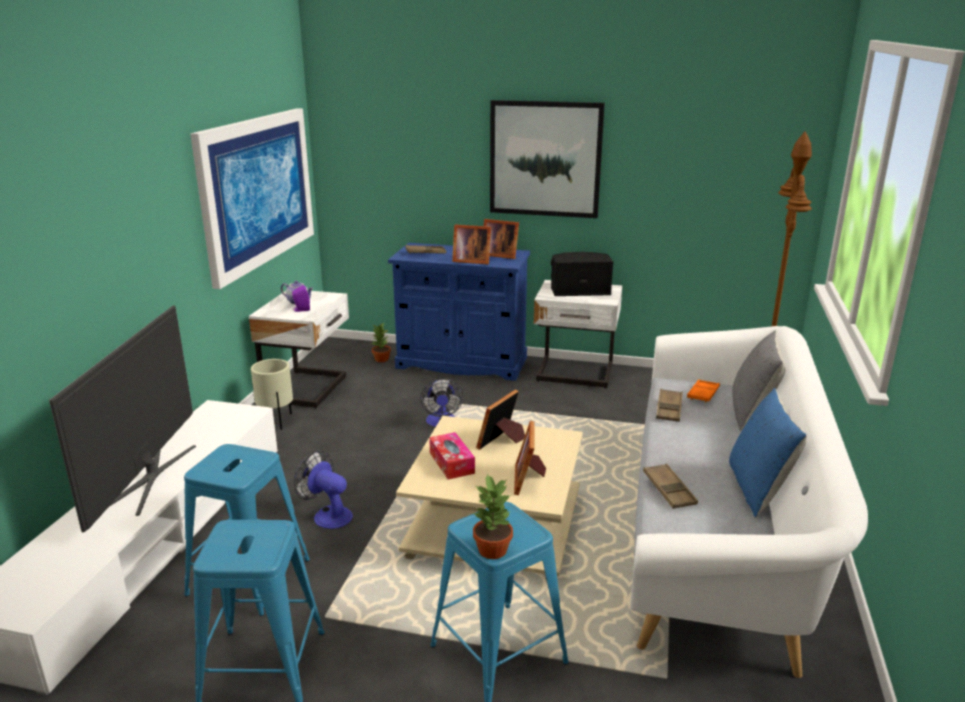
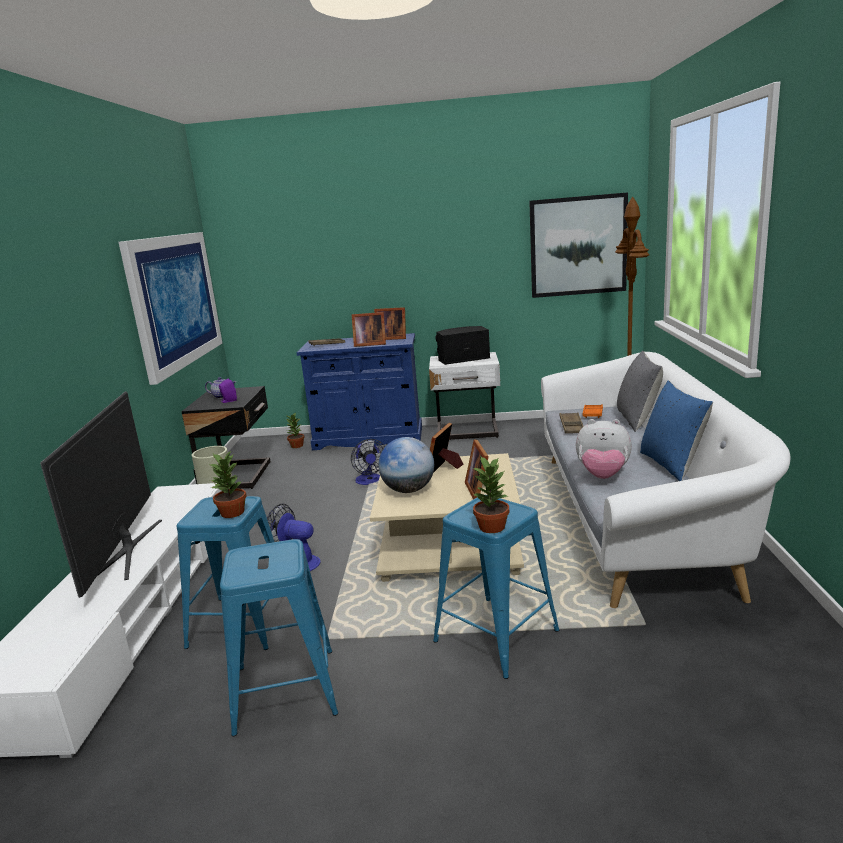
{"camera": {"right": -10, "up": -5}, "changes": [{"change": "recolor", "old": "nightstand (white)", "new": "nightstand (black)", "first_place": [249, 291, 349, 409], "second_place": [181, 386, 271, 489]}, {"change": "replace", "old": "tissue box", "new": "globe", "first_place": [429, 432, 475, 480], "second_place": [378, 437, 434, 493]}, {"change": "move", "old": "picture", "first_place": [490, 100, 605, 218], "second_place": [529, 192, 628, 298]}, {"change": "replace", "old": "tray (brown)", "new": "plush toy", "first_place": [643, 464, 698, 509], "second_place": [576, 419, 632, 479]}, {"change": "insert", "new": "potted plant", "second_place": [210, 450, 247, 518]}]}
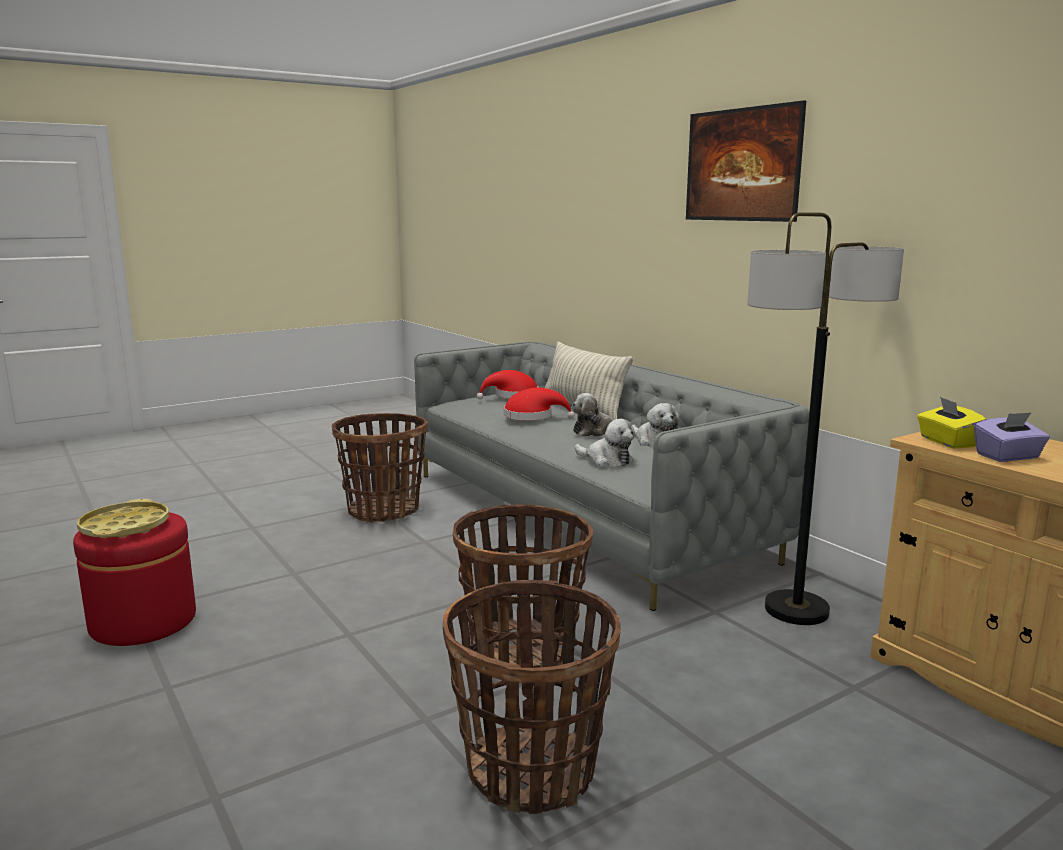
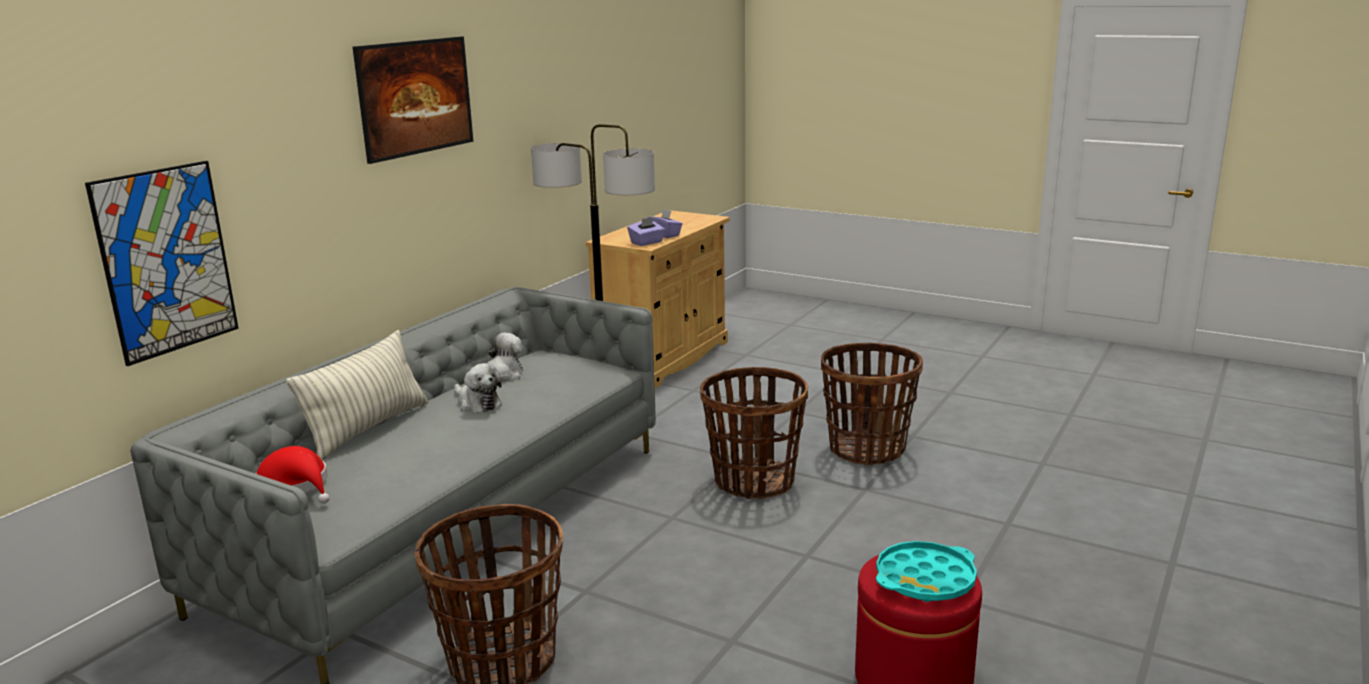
{"camera": {"right": -115, "up": 5}, "changes": [{"change": "recolor", "old": "tray (yellow)", "new": "tray (turquoise)", "first_place": [77, 499, 169, 538], "second_place": [876, 541, 977, 602]}, {"change": "delete", "old": "hat (red)", "first_place": [504, 388, 574, 420]}, {"change": "delete", "old": "plush toy", "first_place": [575, 419, 635, 467]}, {"change": "recolor", "old": "tissue box (yellow)", "new": "tissue box (purple)", "first_place": [917, 397, 987, 449], "second_place": [627, 217, 665, 246]}, {"change": "insert", "new": "picture", "second_place": [85, 161, 239, 366]}]}
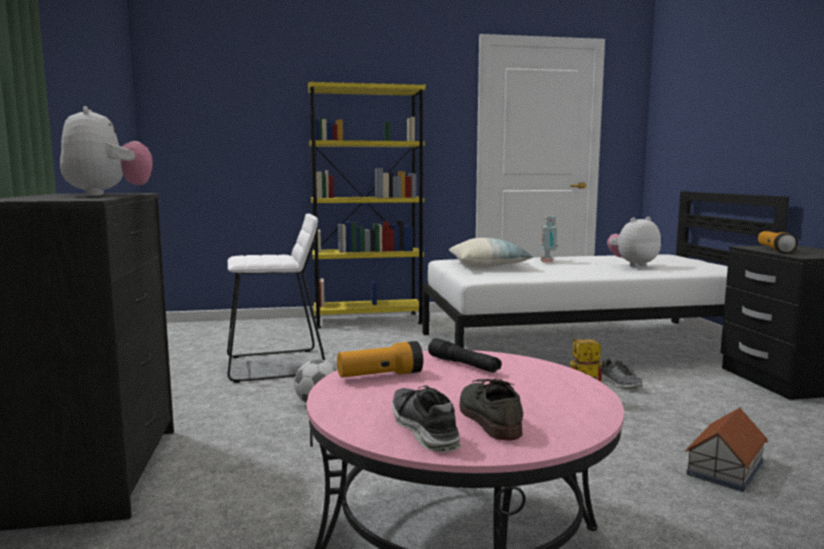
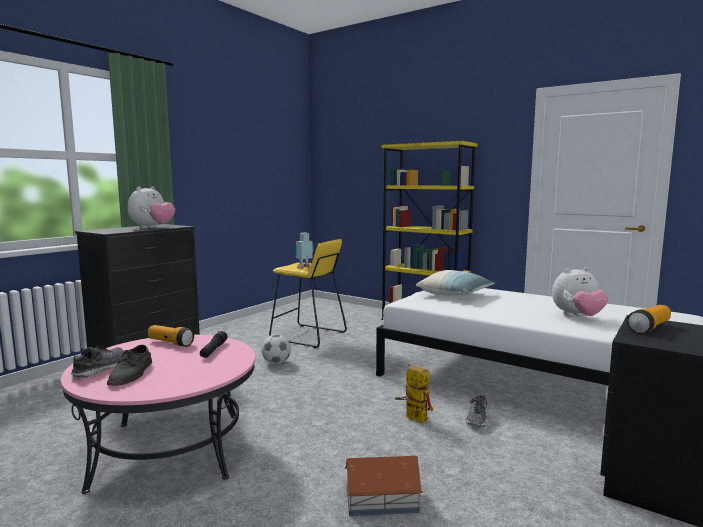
{"camera": {"right": 45, "up": 0}, "changes": [{"change": "recolor", "old": "stool (white)", "new": "stool (yellow)", "first_place": [227, 213, 325, 383], "second_place": [269, 239, 347, 348]}, {"change": "rotate", "old": "shoe (grey)", "first_place": [460, 379, 523, 441], "second_place": [107, 345, 152, 386], "degrees": 150}, {"change": "move", "old": "toy robot", "first_place": [540, 215, 558, 262], "second_place": [296, 233, 314, 268]}, {"change": "rotate", "old": "plush toy", "first_place": [607, 217, 661, 267], "second_place": [552, 267, 608, 316], "degrees": 150}]}
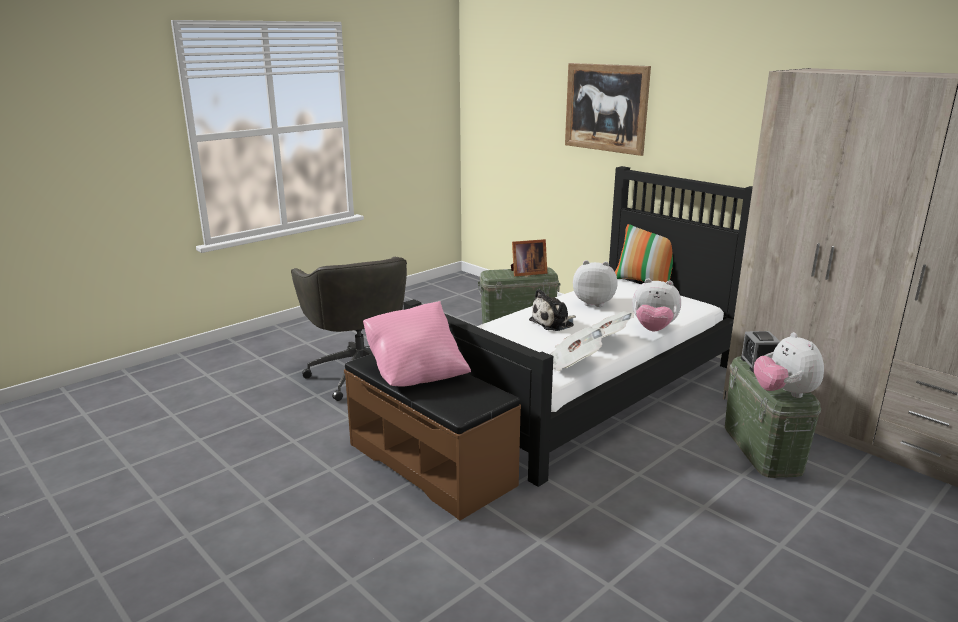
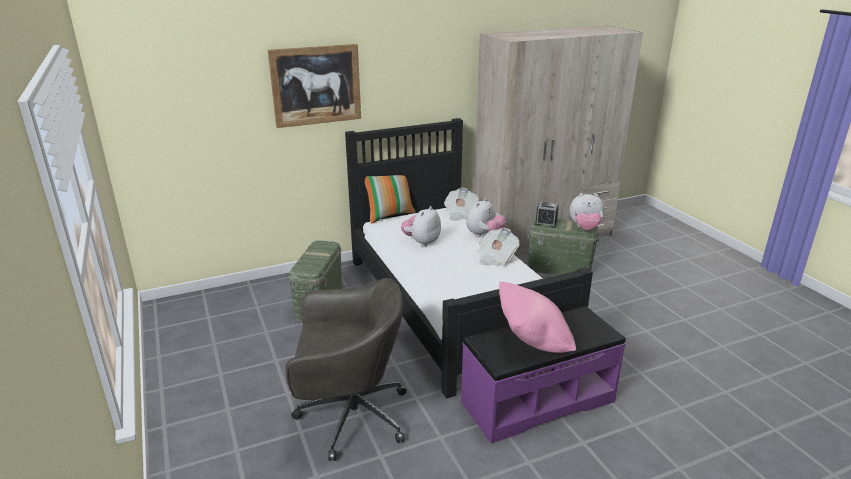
{"camera": {"right": -70, "up": 5}, "changes": [{"change": "recolor", "old": "bench (brown)", "new": "bench (purple)", "first_place": [344, 354, 521, 521], "second_place": [461, 306, 626, 444]}, {"change": "delete", "old": "picture frame", "first_place": [511, 239, 547, 276]}, {"change": "delete", "old": "plush toy", "first_place": [529, 289, 576, 331]}, {"change": "move", "old": "newspaper", "first_place": [550, 327, 605, 371], "second_place": [444, 188, 479, 221]}]}
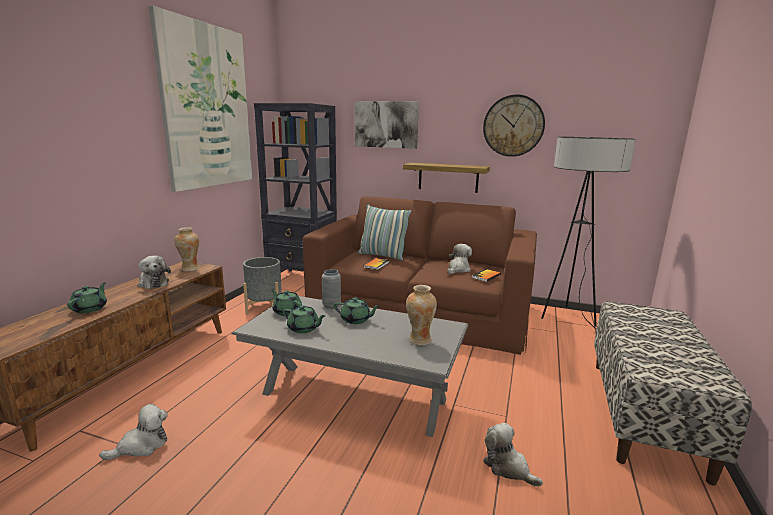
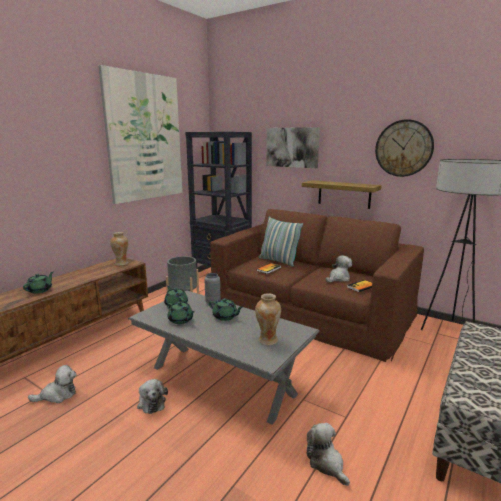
{"camera": {"right": 15, "up": 0}, "changes": [{"change": "move", "old": "plush toy", "first_place": [138, 256, 171, 289], "second_place": [137, 379, 168, 414]}]}
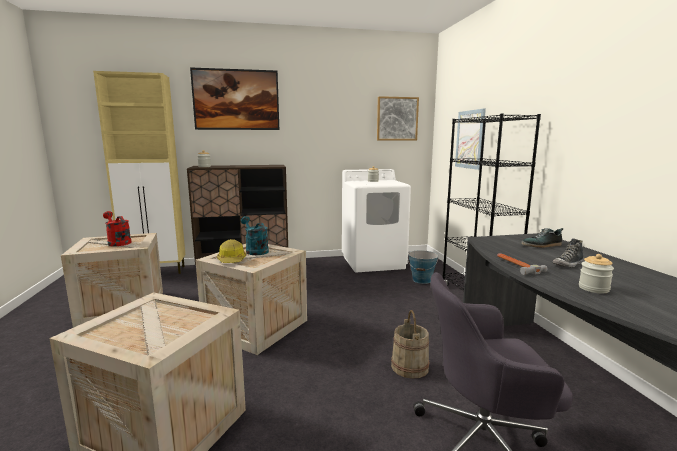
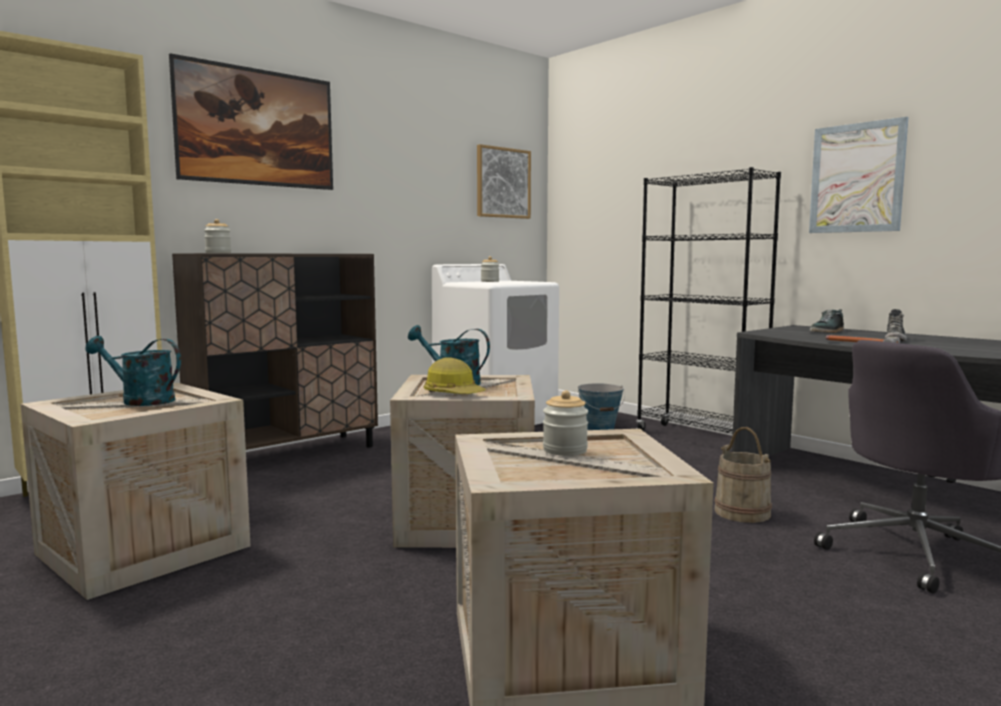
{"camera": {"right": -30, "up": -5}, "changes": [{"change": "recolor", "old": "watering can (red)", "new": "watering can (turquoise)", "first_place": [103, 211, 131, 246], "second_place": [86, 336, 181, 406]}, {"change": "move", "old": "picture", "first_place": [455, 109, 486, 170], "second_place": [809, 117, 908, 233]}, {"change": "move", "old": "jar", "first_place": [579, 254, 614, 293], "second_place": [543, 390, 588, 456]}]}
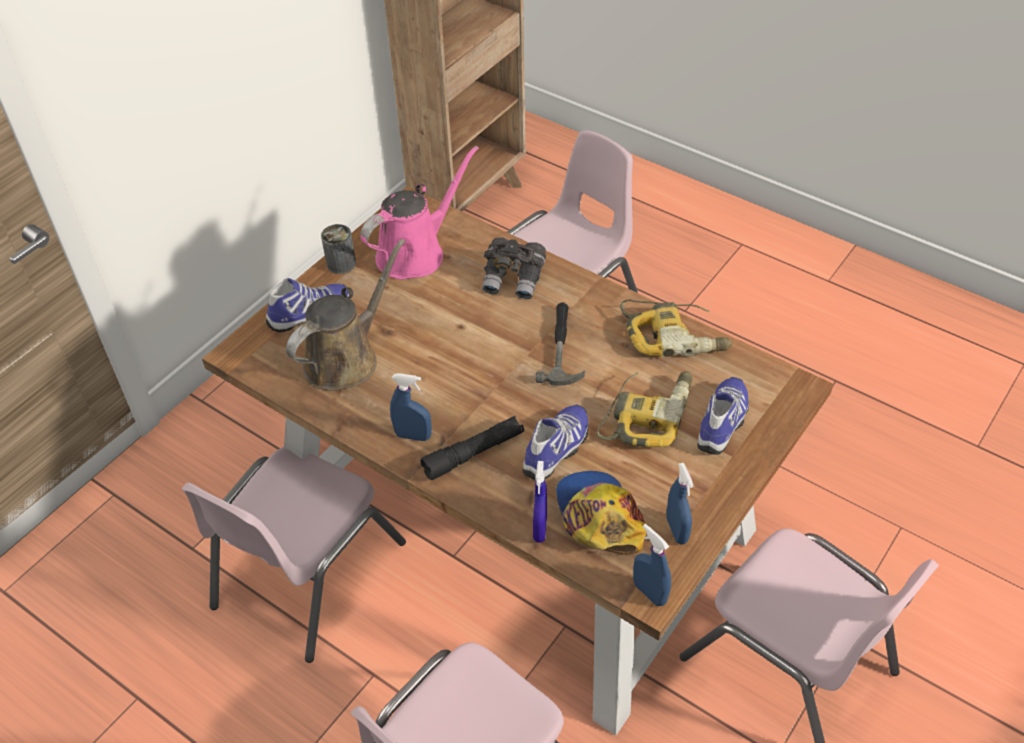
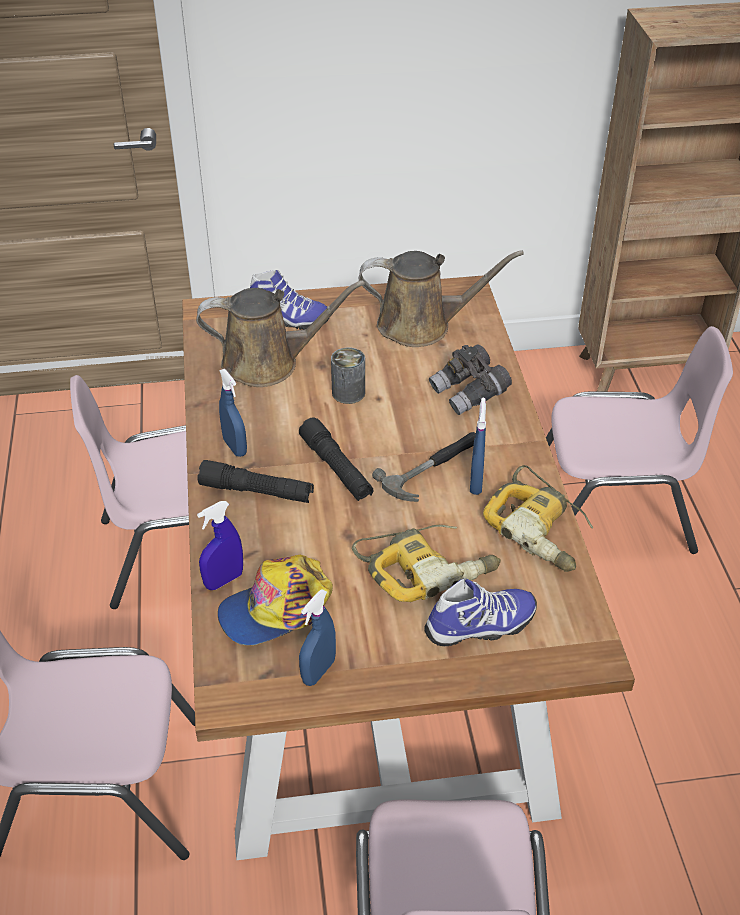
{"camera": {"right": 45, "up": -5}, "changes": [{"change": "move", "old": "can", "first_place": [321, 224, 356, 274], "second_place": [331, 347, 365, 404]}, {"change": "recolor", "old": "watering can (pink)", "new": "watering can (brown)", "first_place": [360, 146, 479, 280], "second_place": [359, 250, 524, 347]}, {"change": "delete", "old": "shoe", "first_place": [523, 405, 589, 480]}, {"change": "rotate", "old": "cap", "first_place": [556, 471, 646, 554], "second_place": [218, 555, 333, 645], "degrees": -150}, {"change": "move", "old": "spray bottle (blue)", "first_place": [633, 524, 671, 606], "second_place": [470, 398, 486, 495]}, {"change": "insert", "new": "flashlight (black)", "second_place": [299, 417, 374, 501]}]}
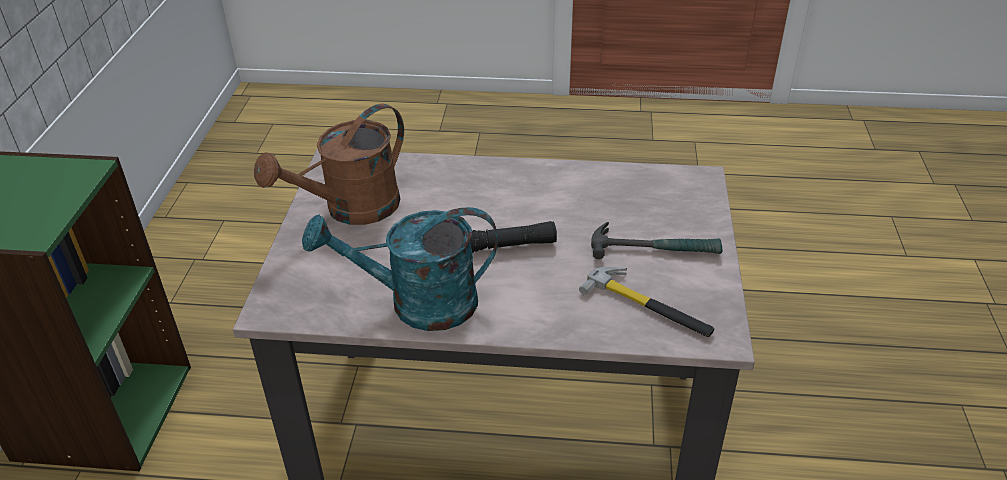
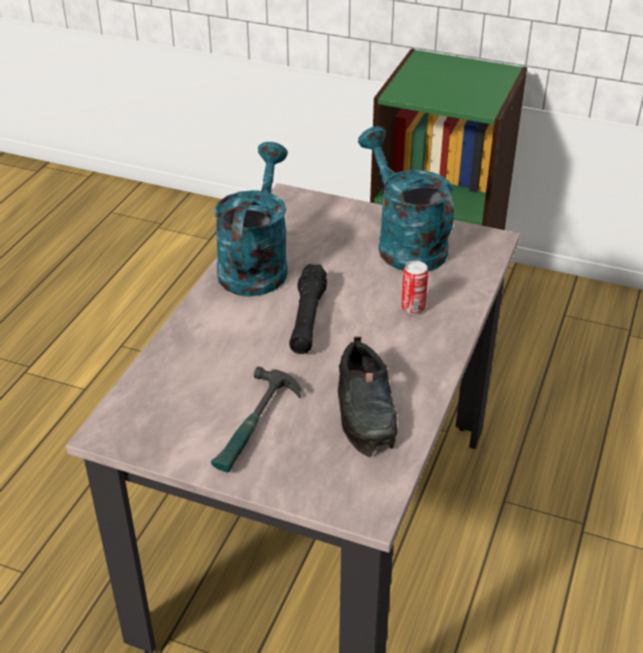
{"camera": {"right": 105, "up": 0}, "changes": [{"change": "recolor", "old": "watering can (brown)", "new": "watering can (turquoise)", "first_place": [254, 103, 404, 225], "second_place": [358, 126, 454, 272]}, {"change": "delete", "old": "hammer", "first_place": [579, 267, 715, 337]}, {"change": "insert", "new": "shoe (black)", "second_place": [338, 336, 397, 457]}, {"change": "insert", "new": "can", "second_place": [401, 261, 428, 314]}]}
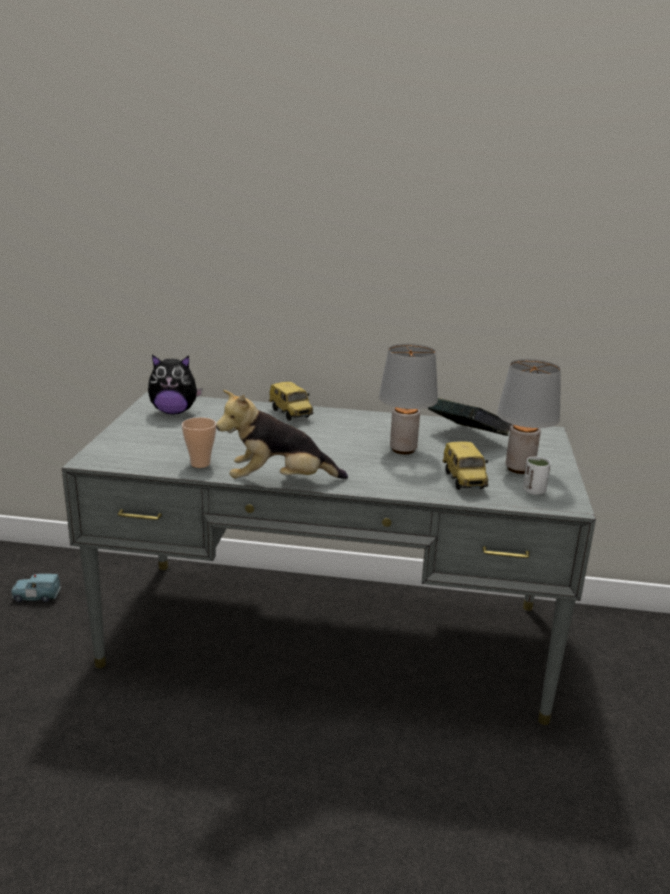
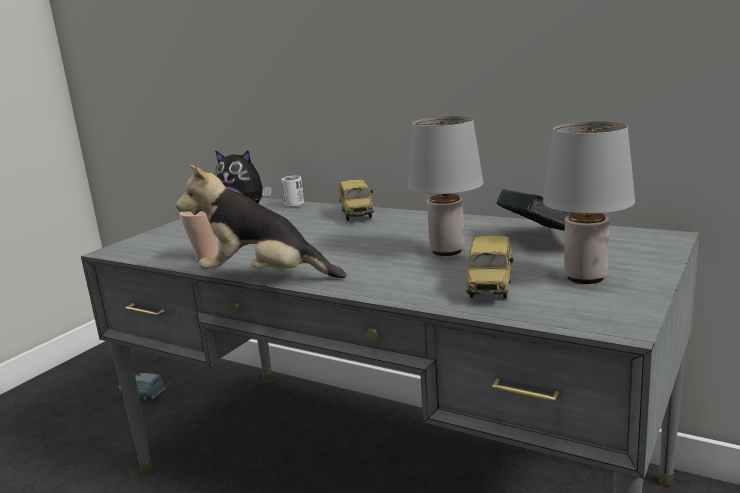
{"camera": {"right": 25, "up": -5}, "changes": [{"change": "move", "old": "cup (white)", "first_place": [523, 456, 551, 495], "second_place": [281, 176, 304, 208]}]}
